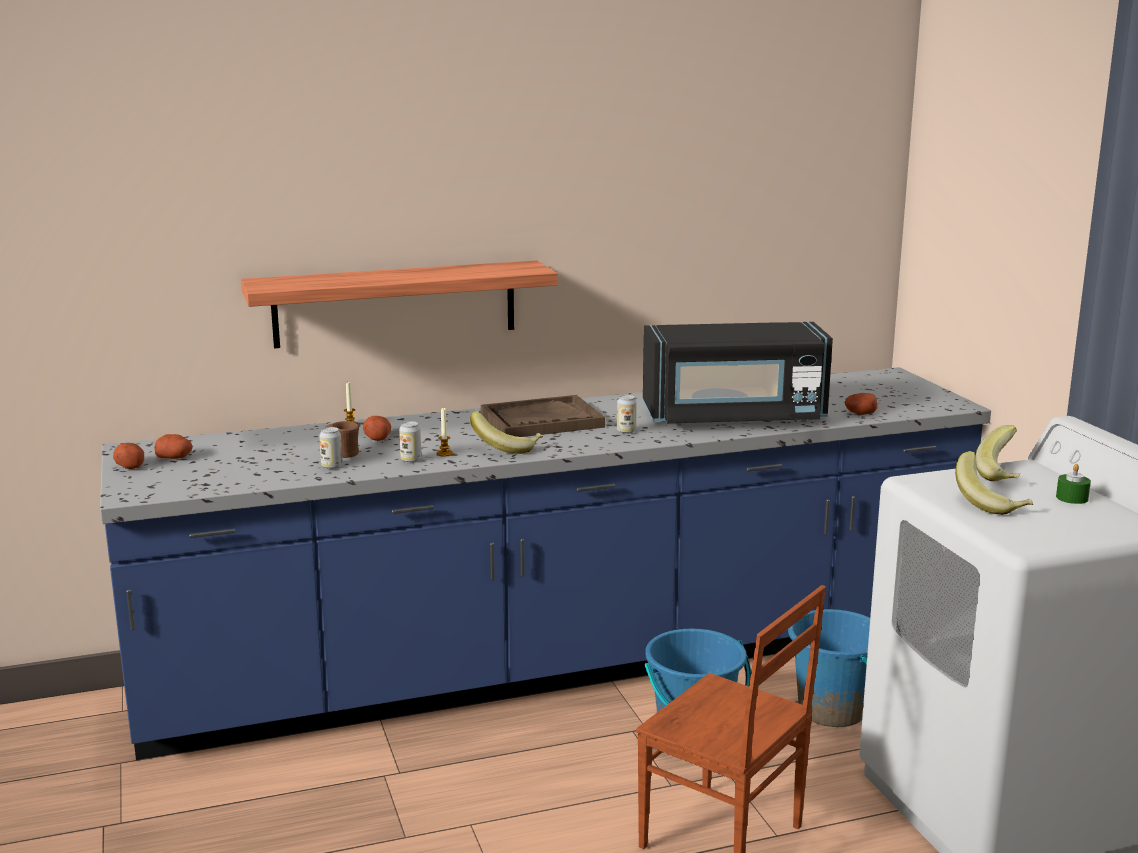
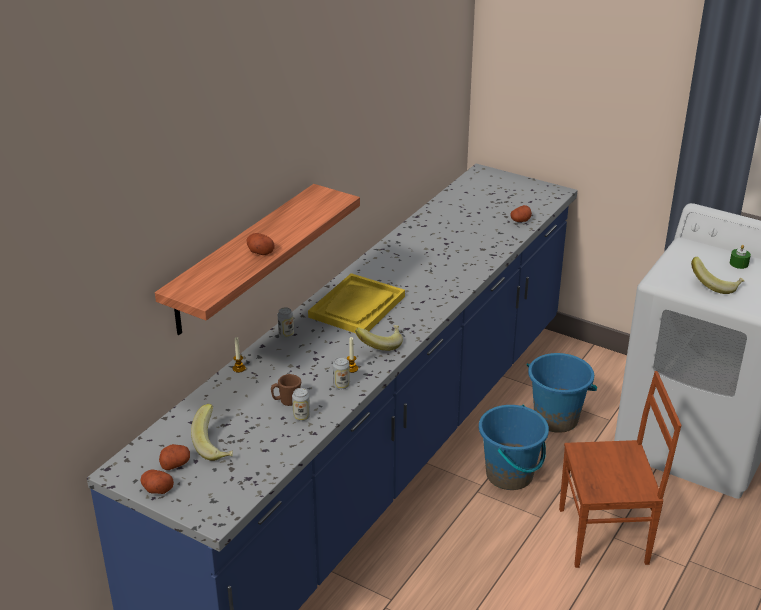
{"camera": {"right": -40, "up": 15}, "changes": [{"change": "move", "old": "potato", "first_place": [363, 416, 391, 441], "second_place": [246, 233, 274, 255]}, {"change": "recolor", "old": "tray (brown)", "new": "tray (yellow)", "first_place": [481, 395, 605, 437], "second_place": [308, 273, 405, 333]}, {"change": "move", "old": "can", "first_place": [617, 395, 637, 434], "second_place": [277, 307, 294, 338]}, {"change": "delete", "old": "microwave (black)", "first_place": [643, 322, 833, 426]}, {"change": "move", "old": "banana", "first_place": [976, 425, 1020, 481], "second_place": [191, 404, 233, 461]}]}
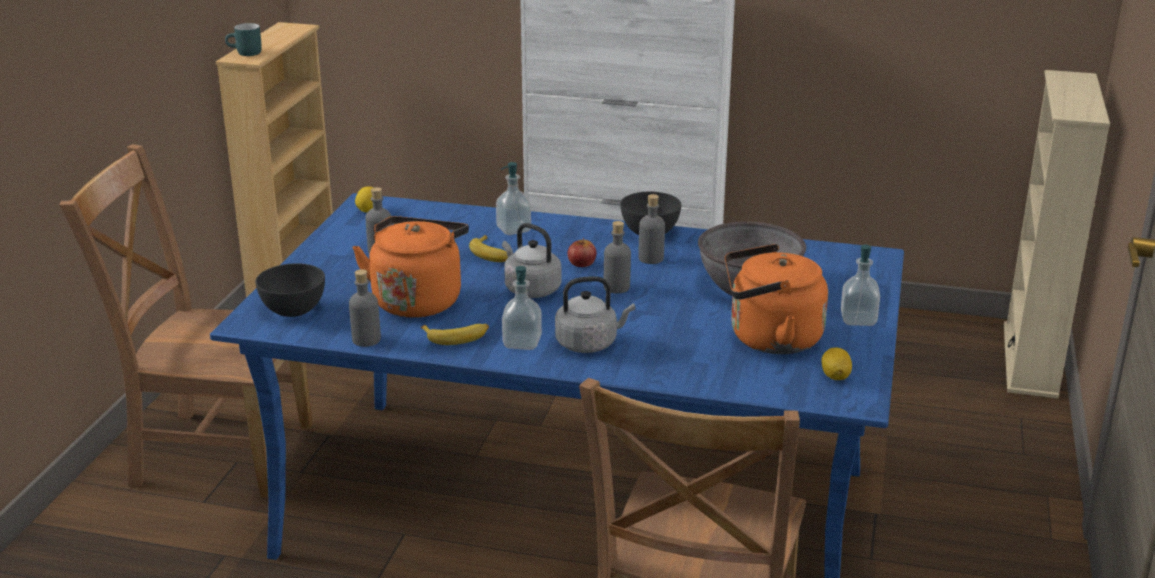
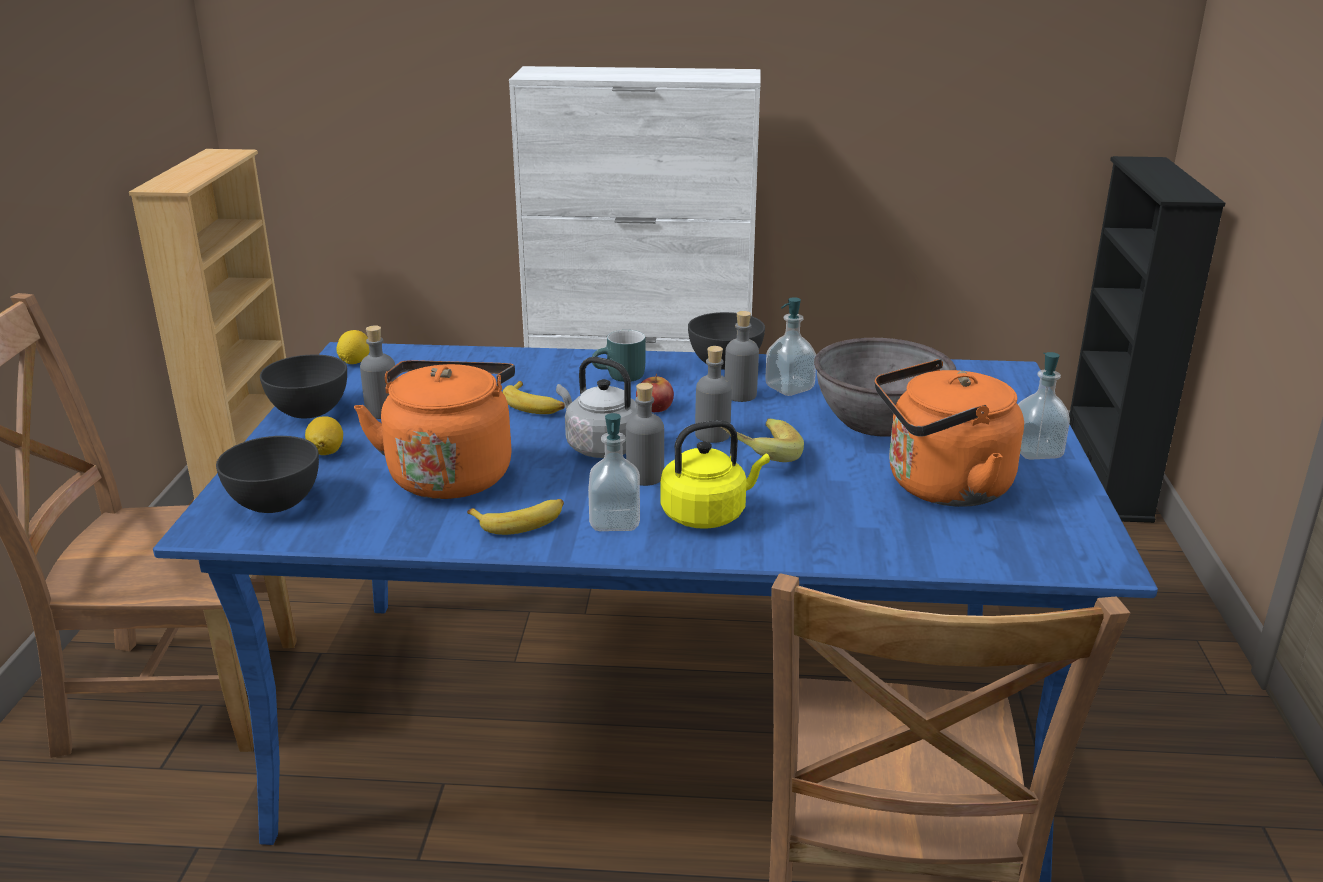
{"camera": {"right": -10, "up": 0}, "changes": [{"change": "move", "old": "mug (turquoise)", "first_place": [225, 23, 262, 56], "second_place": [592, 330, 645, 382]}, {"change": "move", "old": "bottle (grey)", "first_place": [349, 269, 381, 347], "second_place": [626, 383, 664, 486]}, {"change": "move", "old": "soap dispenser", "first_place": [496, 162, 531, 235], "second_place": [765, 297, 816, 396]}, {"change": "recolor", "old": "kettle (grey)", "new": "kettle (yellow)", "first_place": [555, 276, 635, 353], "second_place": [660, 420, 770, 529]}, {"change": "move", "old": "lemon", "first_place": [821, 348, 852, 380], "second_place": [305, 416, 343, 455]}, {"change": "recolor", "old": "bookcase (beige)", "new": "bookcase (black)", "first_place": [1004, 70, 1110, 399], "second_place": [1069, 156, 1226, 523]}, {"change": "insert", "new": "bowl (grey)", "second_place": [260, 354, 347, 418]}, {"change": "insert", "new": "banana", "second_place": [720, 418, 804, 462]}]}
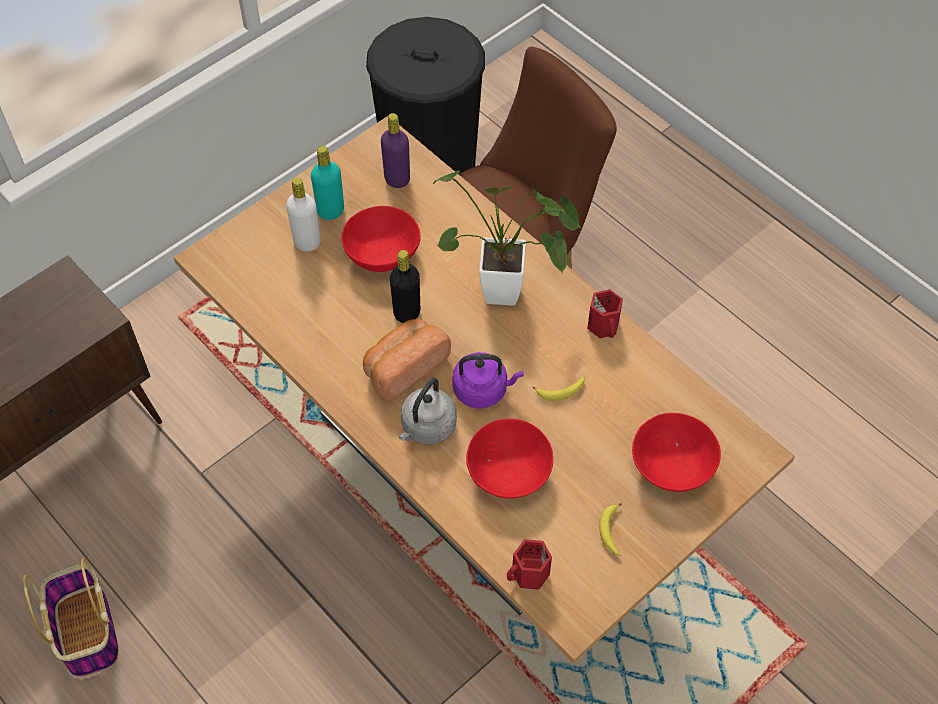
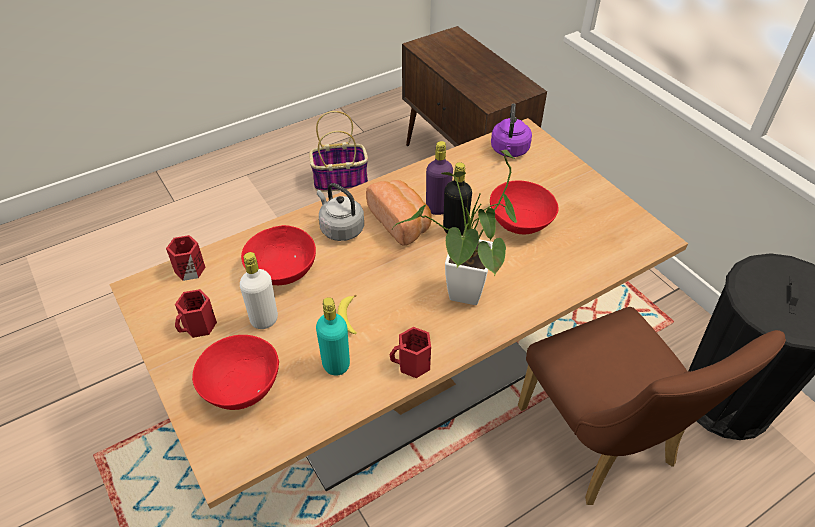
{"camera": {"right": 100, "up": -10}, "changes": [{"change": "move", "old": "bottle (white)", "first_place": [286, 178, 321, 252], "second_place": [240, 252, 278, 329]}, {"change": "move", "old": "bottle (turquoise)", "first_place": [311, 146, 344, 220], "second_place": [316, 297, 350, 376]}, {"change": "move", "old": "bottle (purple)", "first_place": [381, 113, 410, 188], "second_place": [426, 141, 453, 215]}, {"change": "move", "old": "kettle (purple)", "first_place": [452, 352, 524, 409], "second_place": [491, 103, 532, 157]}, {"change": "replace", "old": "banana", "new": "mug (red)", "first_place": [599, 503, 622, 556], "second_place": [175, 289, 217, 338]}]}
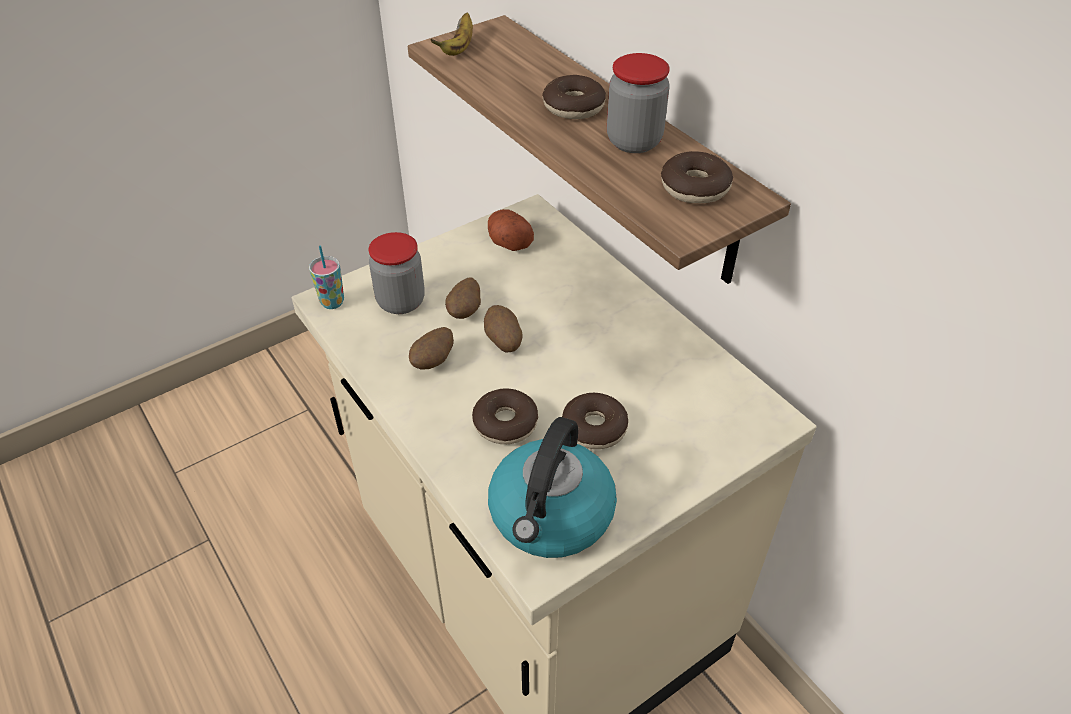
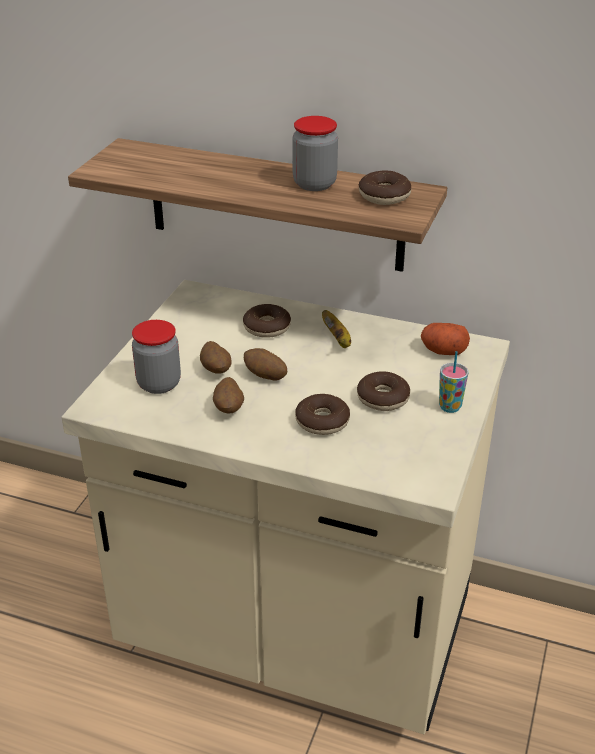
{"camera": {"right": -35, "up": -10}, "changes": [{"change": "move", "old": "cup", "first_place": [309, 245, 344, 309], "second_place": [439, 351, 469, 413]}, {"change": "move", "old": "banana", "first_place": [430, 13, 473, 56], "second_place": [322, 310, 351, 348]}, {"change": "move", "old": "potato", "first_place": [488, 209, 534, 251], "second_place": [421, 323, 470, 355]}, {"change": "delete", "old": "kettle", "first_place": [488, 417, 617, 558]}, {"change": "move", "old": "donut", "first_place": [542, 75, 606, 119], "second_place": [243, 304, 291, 338]}]}
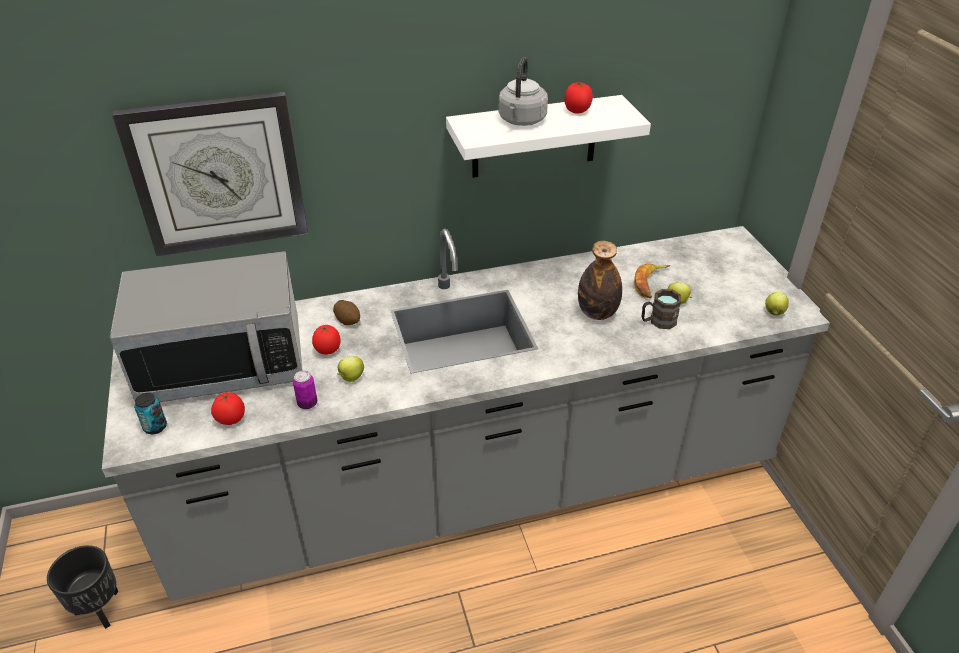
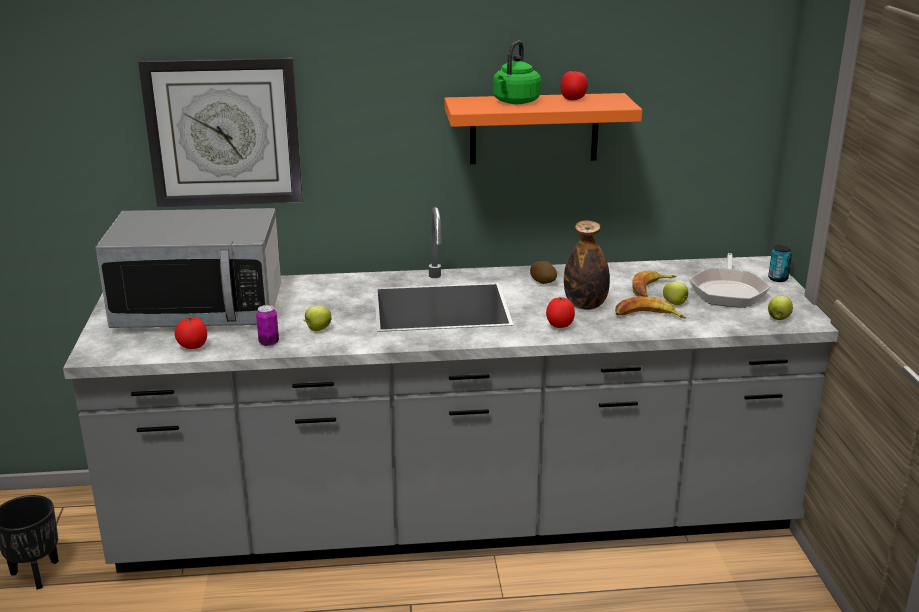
{"camera": {"right": 10, "up": -15}, "changes": [{"change": "move", "old": "can", "first_place": [134, 393, 167, 434], "second_place": [768, 245, 792, 282]}, {"change": "move", "old": "tomato", "first_place": [312, 324, 341, 355], "second_place": [546, 296, 575, 328]}, {"change": "move", "old": "potato", "first_place": [333, 300, 360, 325], "second_place": [530, 261, 557, 284]}, {"change": "recolor", "old": "shelf (white)", "new": "shelf (orange)", "first_place": [446, 95, 651, 178], "second_place": [444, 93, 642, 164]}, {"change": "recolor", "old": "kettle (grey)", "new": "kettle (green)", "first_place": [499, 57, 548, 126], "second_place": [493, 41, 541, 104]}, {"change": "replace", "old": "mug (brown)", "new": "banana", "first_place": [642, 289, 682, 329], "second_place": [615, 296, 686, 319]}, {"change": "insert", "new": "frying pan", "second_place": [689, 253, 770, 308]}]}
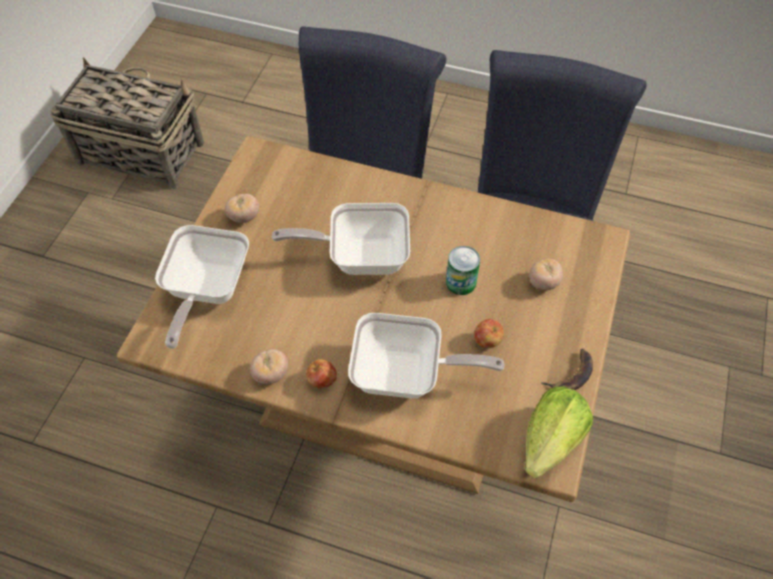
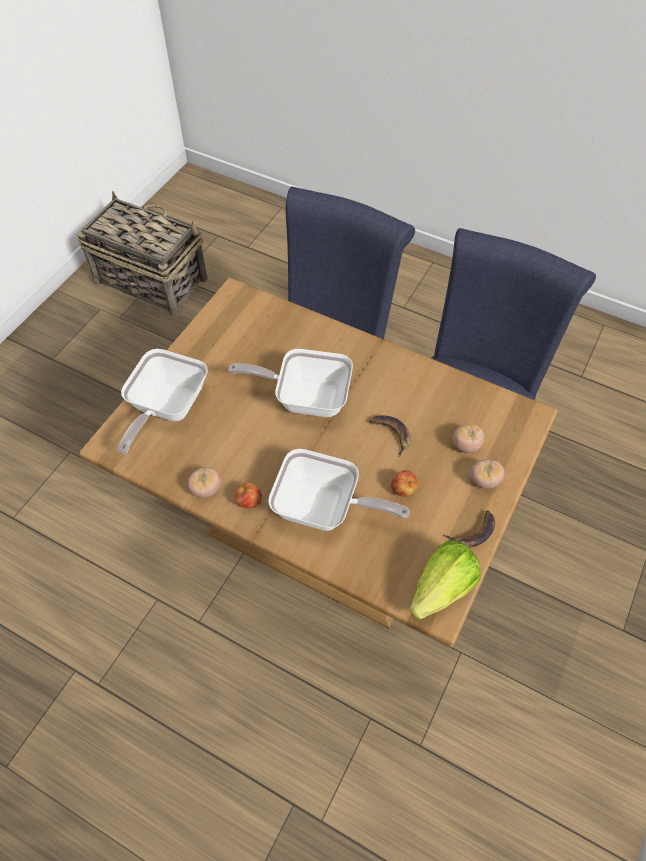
{"camera": {"right": 10, "up": 0}, "changes": [{"change": "move", "old": "tomato", "first_place": [225, 194, 259, 223], "second_place": [470, 459, 505, 489]}, {"change": "replace", "old": "can", "new": "banana", "first_place": [446, 246, 480, 295], "second_place": [369, 415, 411, 457]}]}
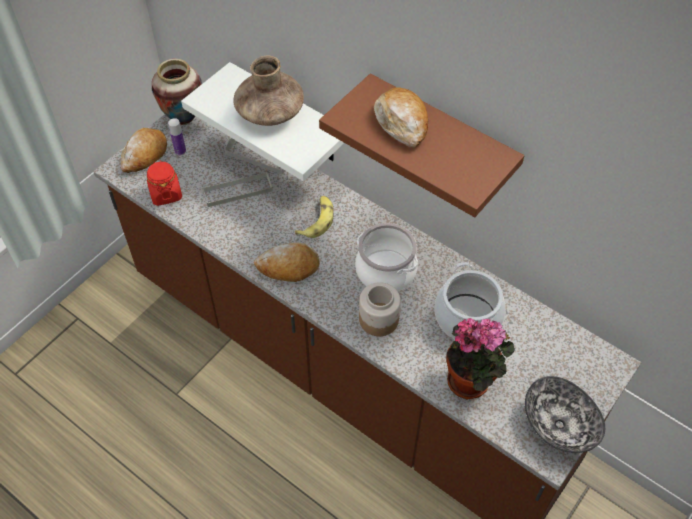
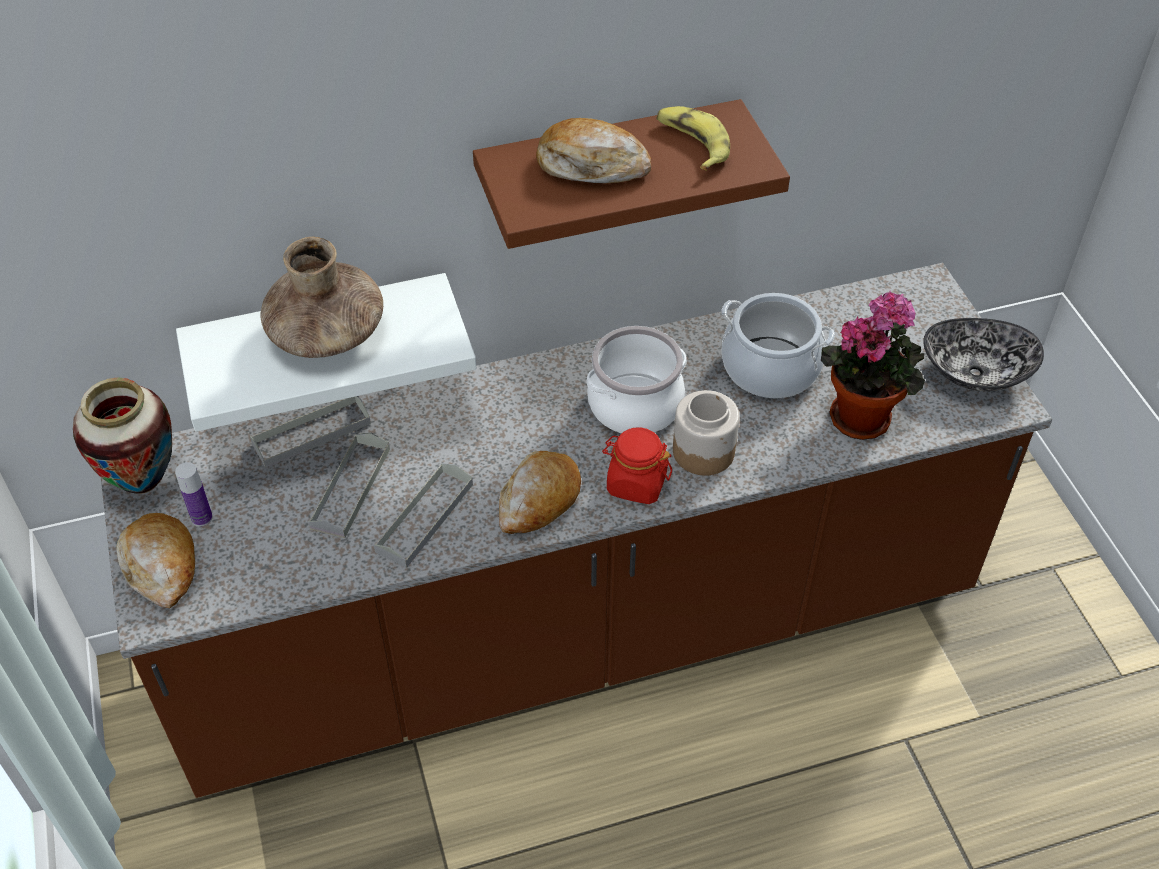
{"camera": {"right": -55, "up": -5}, "changes": [{"change": "move", "old": "jar (red)", "first_place": [147, 160, 182, 206], "second_place": [602, 427, 672, 504]}, {"change": "move", "old": "banana", "first_place": [295, 196, 334, 238], "second_place": [656, 106, 730, 171]}, {"change": "insert", "new": "tray (grey)", "second_place": [374, 463, 473, 568]}]}
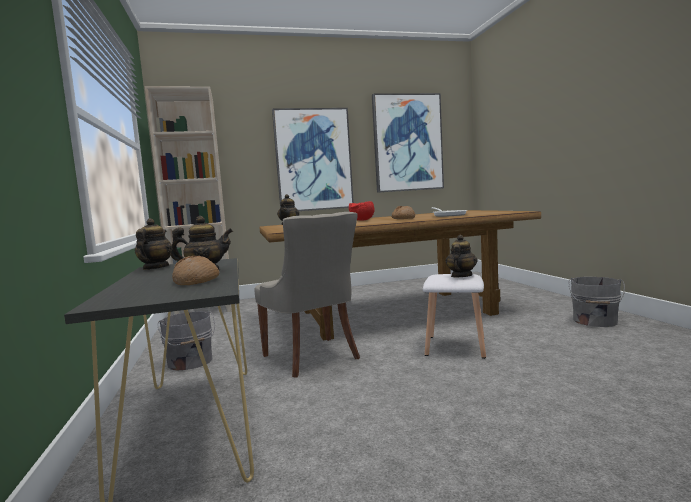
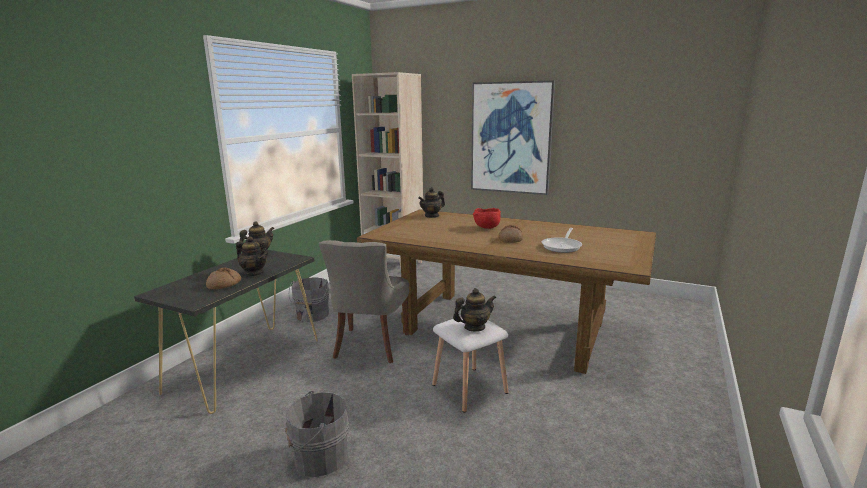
{"camera": {"right": 40, "up": 10}, "changes": [{"change": "delete", "old": "picture", "first_place": [372, 93, 444, 193]}, {"change": "move", "old": "bucket (grey)", "first_place": [568, 277, 625, 327], "second_place": [285, 391, 349, 477]}]}
